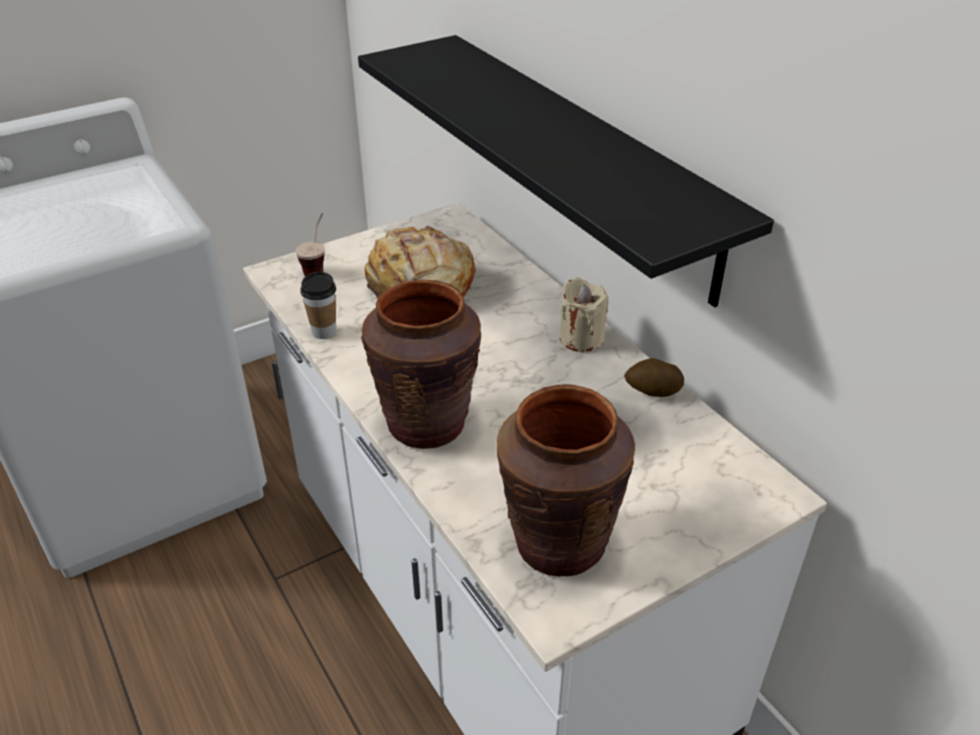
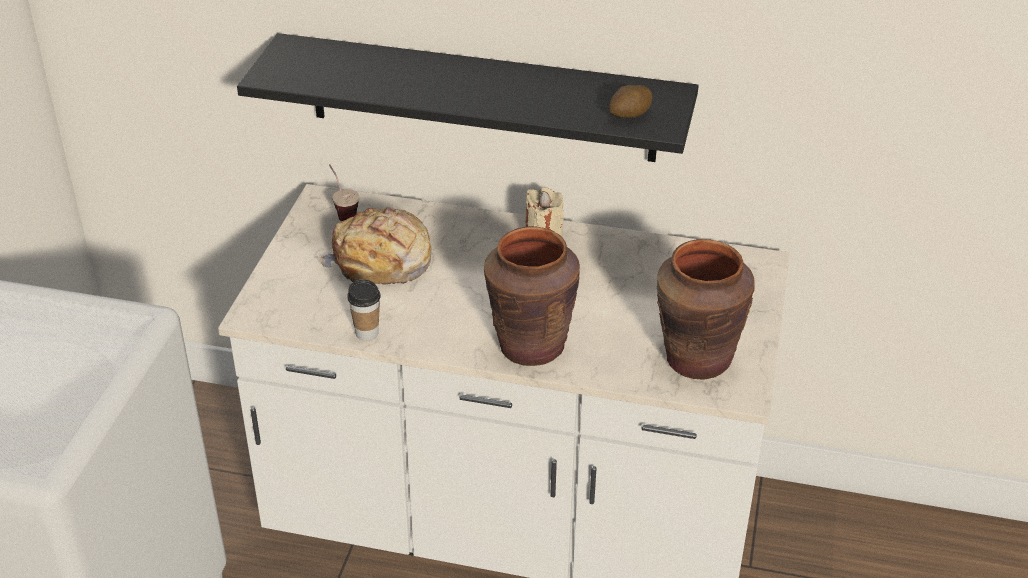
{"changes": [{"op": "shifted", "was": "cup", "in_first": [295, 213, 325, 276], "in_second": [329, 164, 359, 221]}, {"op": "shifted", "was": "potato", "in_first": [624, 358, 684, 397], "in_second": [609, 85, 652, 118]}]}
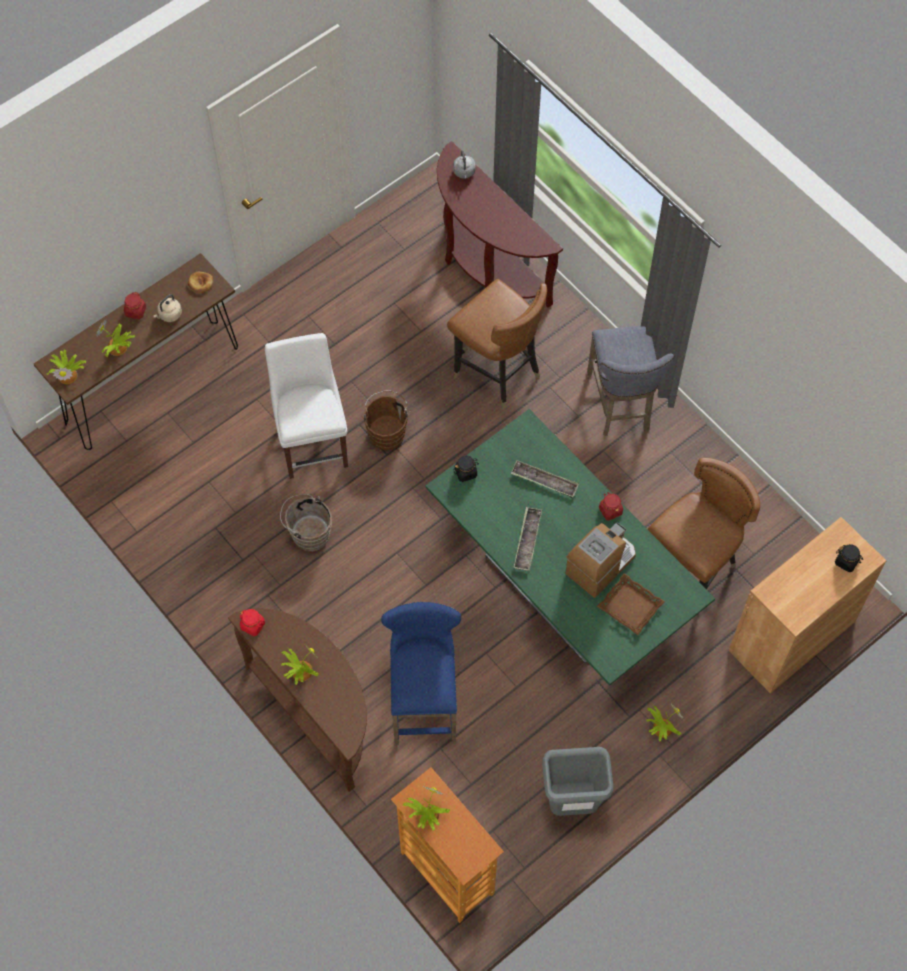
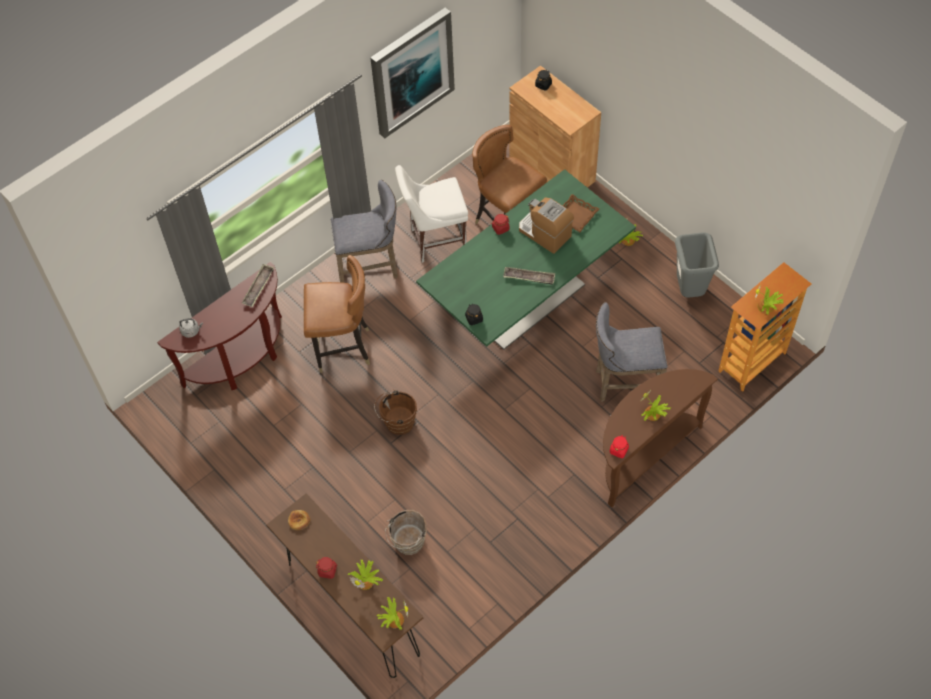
{"changes": [{"op": "gone", "was": "kettle (beige-coloured)", "in_first": [153, 294, 182, 322]}, {"op": "shifted", "was": "chair (white)", "in_first": [265, 333, 348, 479], "in_second": [395, 165, 468, 263]}, {"op": "shifted", "was": "bucket (brownish)", "in_first": [280, 494, 332, 552], "in_second": [385, 510, 427, 555]}, {"op": "repainted", "was": "stool (blue)", "now": "stool (greyish)", "in_first": [381, 602, 461, 745], "in_second": [596, 302, 668, 402]}, {"op": "rotated", "was": "chair (brownish)", "in_first": [447, 279, 547, 410], "in_second": [304, 255, 370, 373], "clockwise": 45}, {"op": "shifted", "was": "tray", "in_first": [511, 460, 579, 498], "in_second": [242, 264, 274, 307]}, {"op": "new", "now": "wall picture", "in_second": [370, 8, 455, 138]}]}
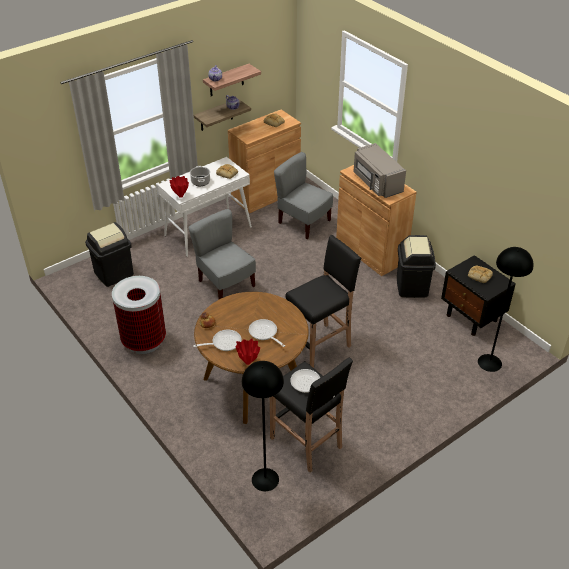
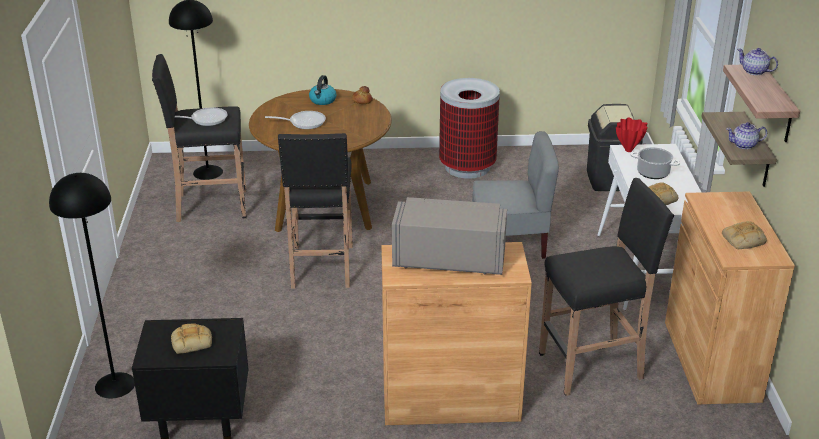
{"changes": [{"op": "swapped", "was": "pan", "now": "kettle", "in_first": [193, 330, 242, 351], "in_second": [309, 75, 337, 105]}, {"op": "gone", "was": "decorative vase (red-coloured)", "in_first": [236, 339, 260, 365]}, {"op": "swapped", "was": "chair (greyish)", "now": "stool (black)", "in_first": [274, 152, 333, 239], "in_second": [539, 178, 674, 396]}, {"op": "gone", "was": "waste bin (black)", "in_first": [397, 235, 436, 298]}]}
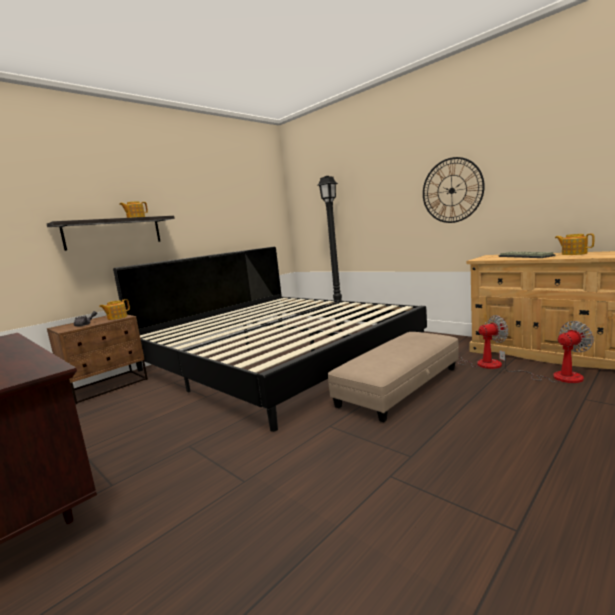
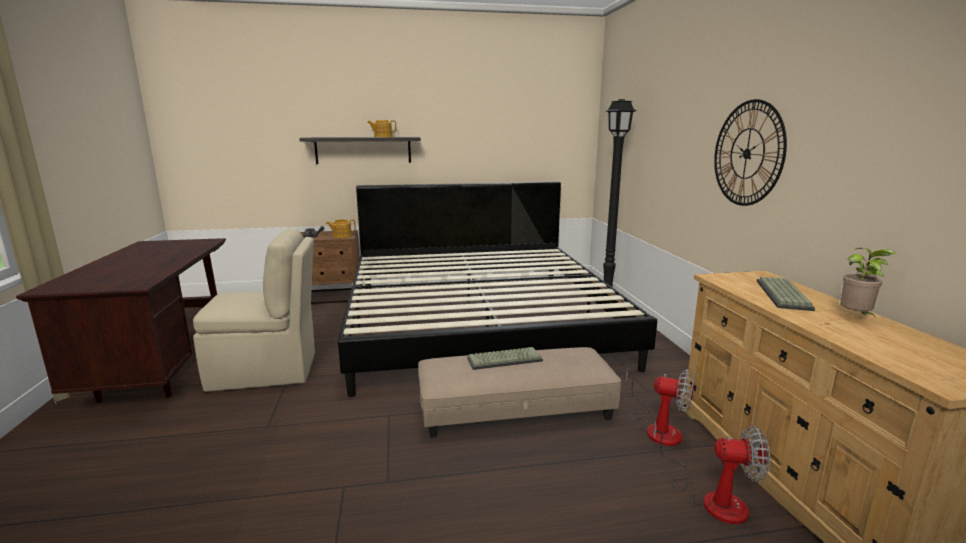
{"changes": [{"op": "swapped", "was": "tea pot", "now": "plant in a pot", "in_first": [555, 234, 594, 255], "in_second": [840, 248, 896, 315]}, {"op": "new", "now": "chair (beige-coloured)", "in_second": [193, 228, 315, 392]}, {"op": "new", "now": "keyboard", "in_second": [467, 347, 543, 370]}]}
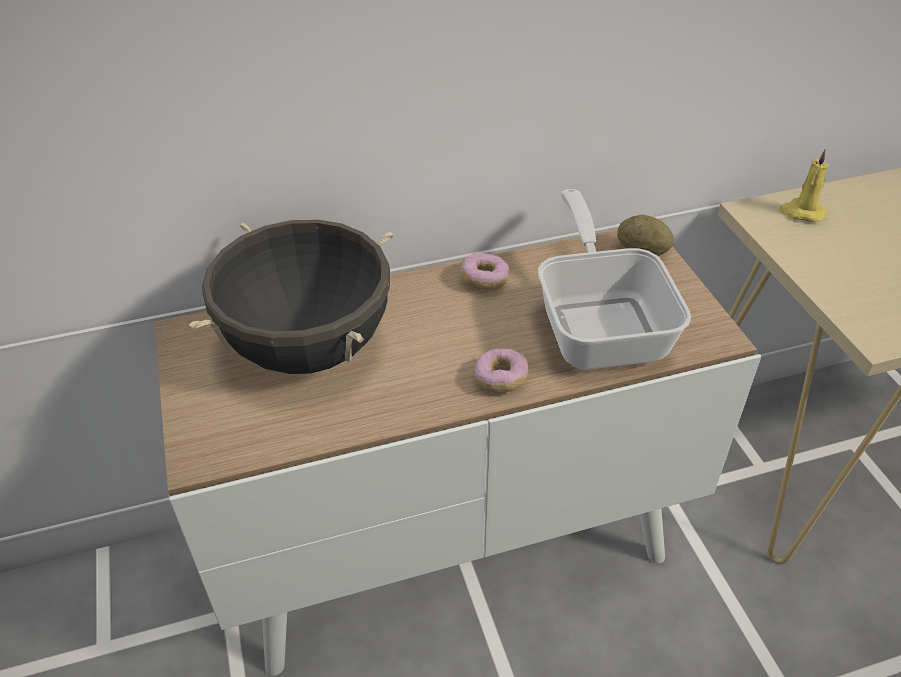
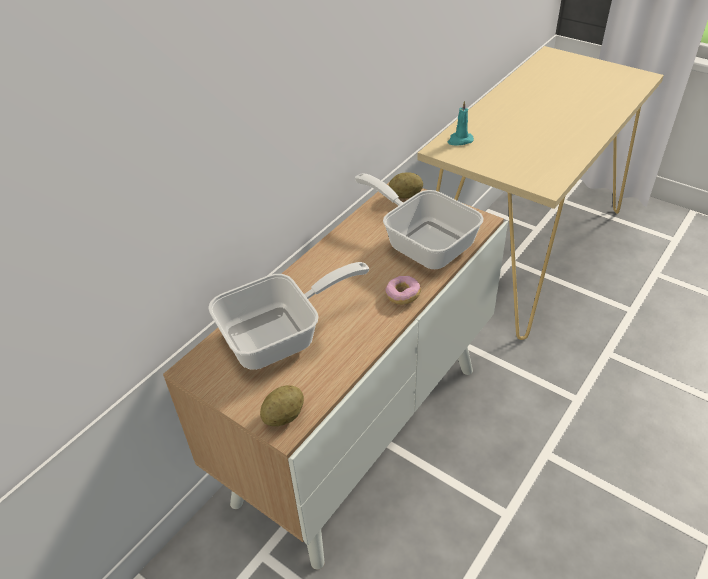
{"changes": [{"op": "swapped", "was": "stockpot (black)", "now": "pan", "in_first": [189, 219, 393, 374], "in_second": [208, 262, 369, 370]}, {"op": "gone", "was": "ring doughnut", "in_first": [460, 253, 509, 290]}, {"op": "repainted", "was": "wax candle (yellowish)", "now": "wax candle (blue-green)", "in_first": [779, 150, 829, 222], "in_second": [448, 101, 474, 145]}, {"op": "new", "now": "potato", "in_second": [260, 385, 304, 427]}]}
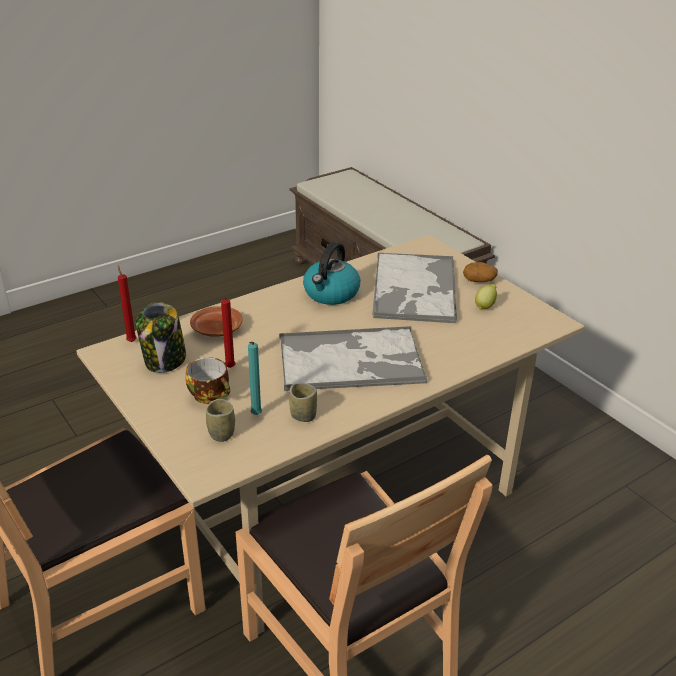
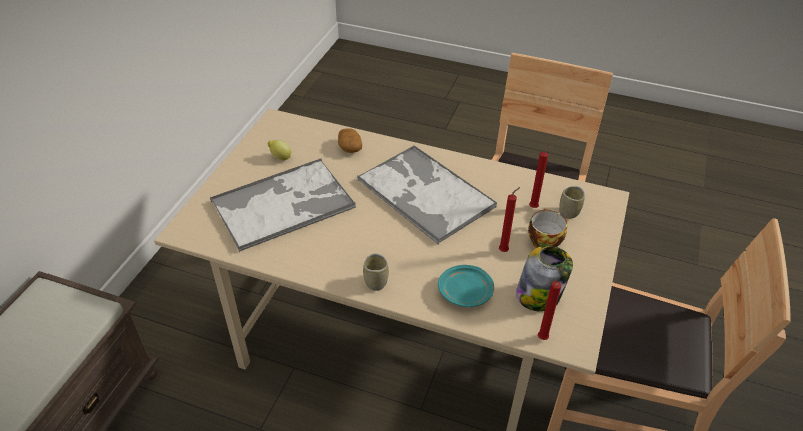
{"changes": [{"op": "repainted", "was": "dinner plate (brownish)", "now": "dinner plate (blue-green)", "in_first": [190, 306, 243, 336], "in_second": [438, 265, 494, 307]}, {"op": "repainted", "was": "wax candle (blue-green)", "now": "wax candle (red-coloured)", "in_first": [248, 342, 262, 415], "in_second": [529, 145, 553, 208]}, {"op": "shifted", "was": "cup", "in_first": [289, 383, 317, 422], "in_second": [363, 253, 389, 291]}, {"op": "gone", "was": "kettle", "in_first": [303, 242, 360, 305]}, {"op": "shifted", "was": "potato", "in_first": [463, 262, 498, 282], "in_second": [338, 128, 362, 153]}]}
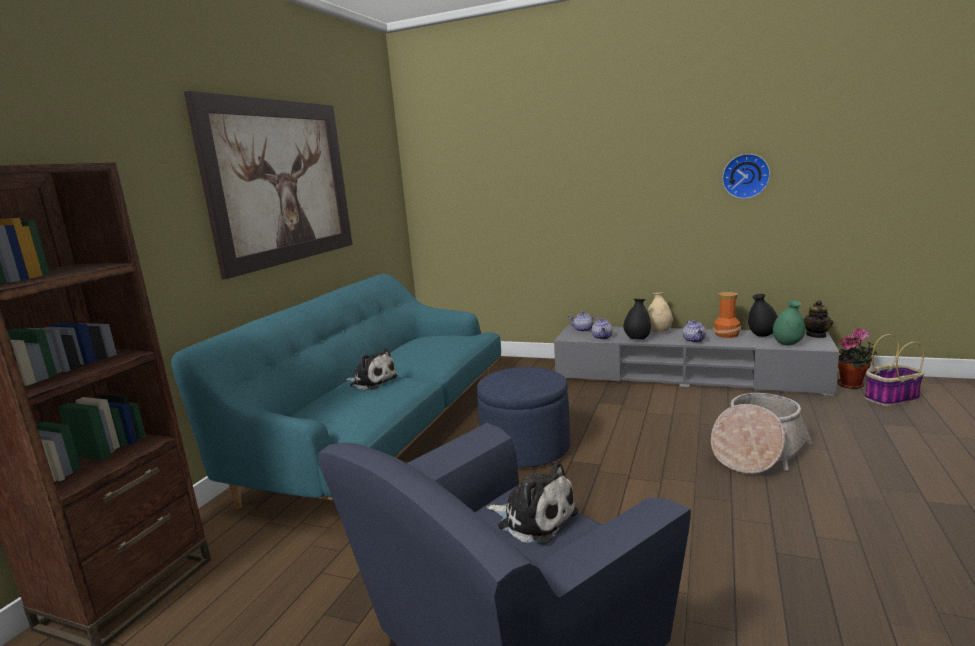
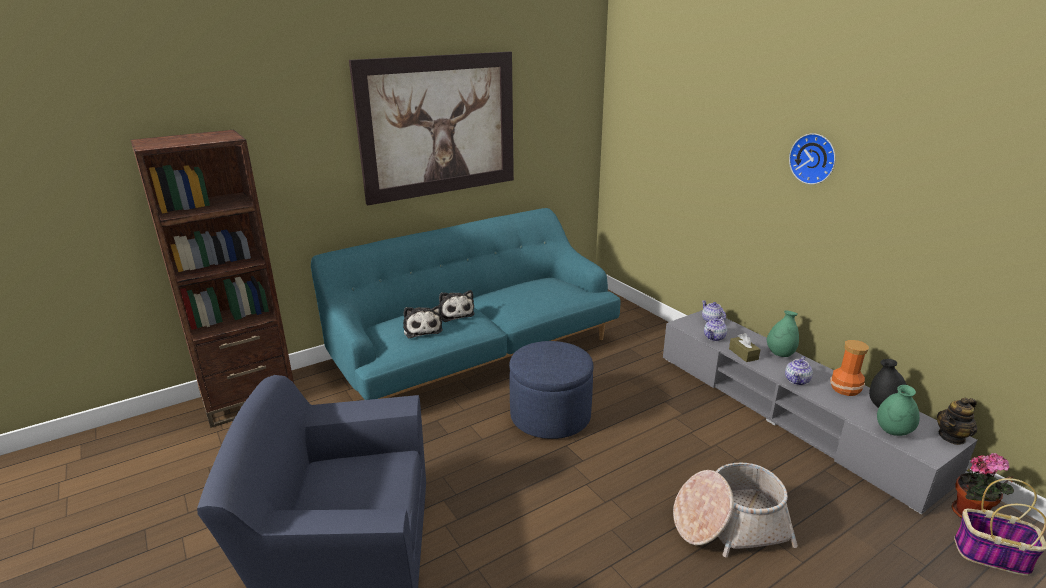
{"changes": [{"op": "shifted", "was": "soft toy", "in_first": [487, 461, 578, 545], "in_second": [403, 306, 443, 338]}, {"op": "swapped", "was": "decorative vase (black)", "now": "tissue box (brownish)", "in_first": [623, 299, 651, 340], "in_second": [729, 333, 761, 362]}, {"op": "repainted", "was": "decorative vase (beige-coloured)", "now": "decorative vase (green)", "in_first": [648, 292, 673, 332], "in_second": [767, 310, 799, 357]}, {"op": "shifted", "was": "hanging clock", "in_first": [722, 154, 770, 199], "in_second": [789, 133, 836, 184]}]}
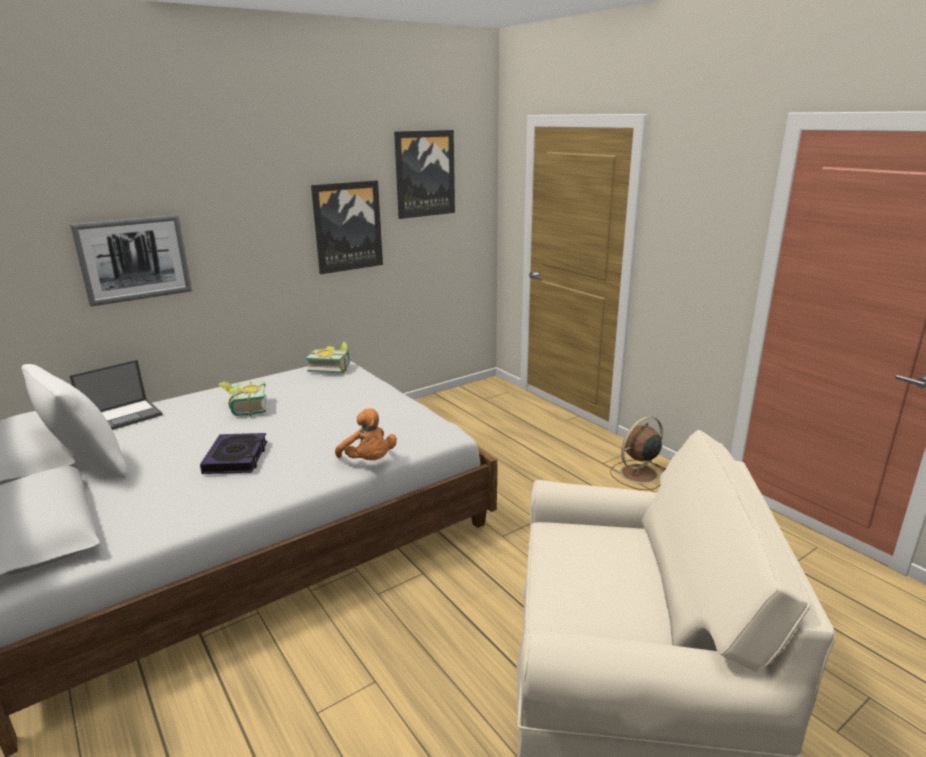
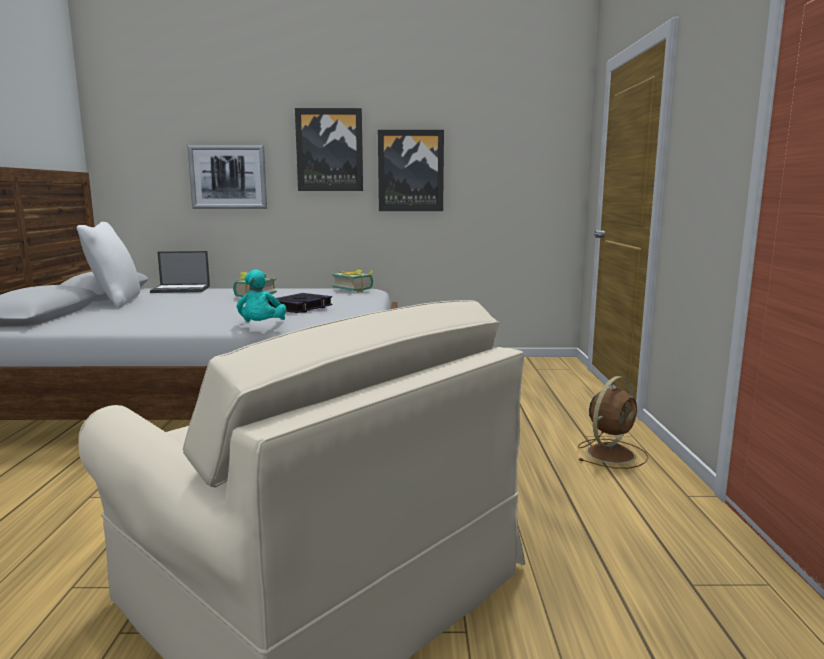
{"changes": [{"op": "shifted", "was": "book", "in_first": [200, 433, 267, 474], "in_second": [268, 293, 332, 313]}, {"op": "repainted", "was": "soft toy (orange)", "now": "soft toy (blue-green)", "in_first": [335, 408, 397, 460], "in_second": [237, 270, 287, 322]}, {"op": "shifted", "was": "wall picture", "in_first": [394, 130, 455, 219], "in_second": [295, 108, 363, 191]}, {"op": "rotated", "was": "cooling fan (brownish)", "in_first": [610, 416, 666, 490], "in_second": [578, 376, 649, 469], "clockwise": 135}]}
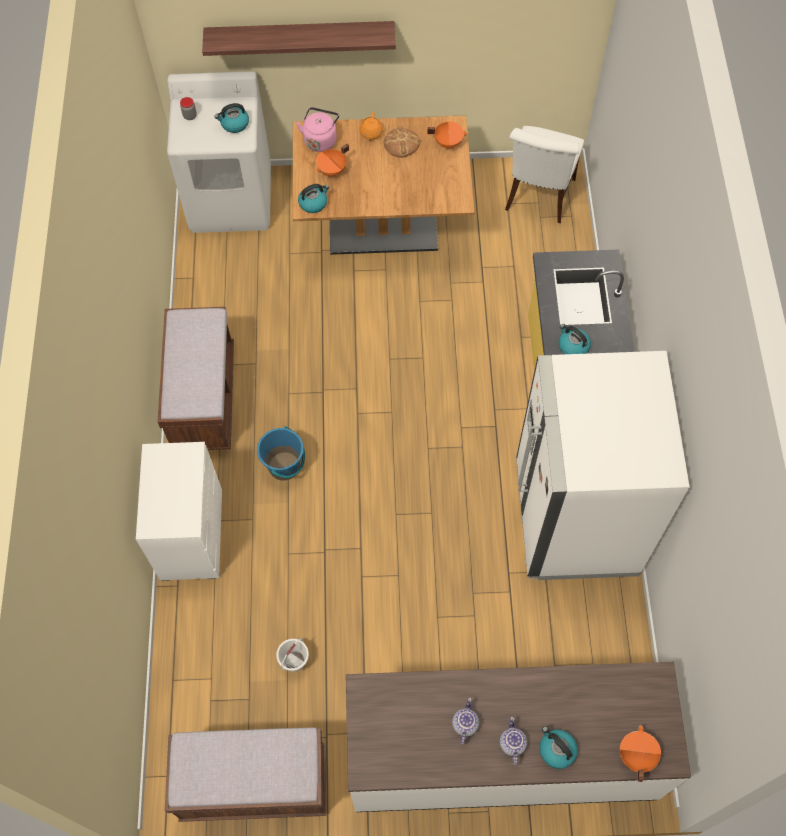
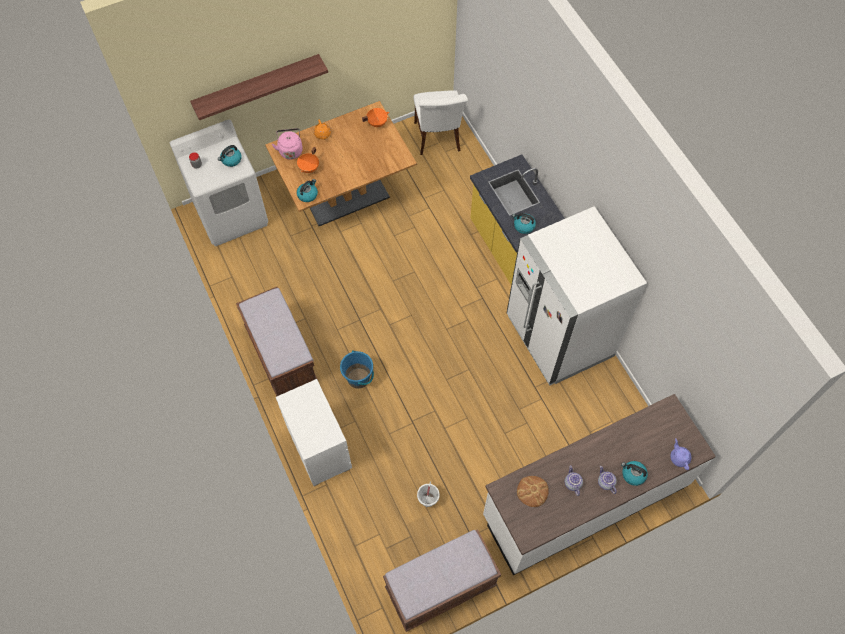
{"changes": [{"op": "shifted", "was": "baked bread", "in_first": [384, 126, 420, 158], "in_second": [517, 476, 549, 507]}, {"op": "swapped", "was": "stockpot (orange)", "now": "tea pot (purple-coloured)", "in_first": [620, 725, 661, 782], "in_second": [670, 438, 691, 470]}]}
